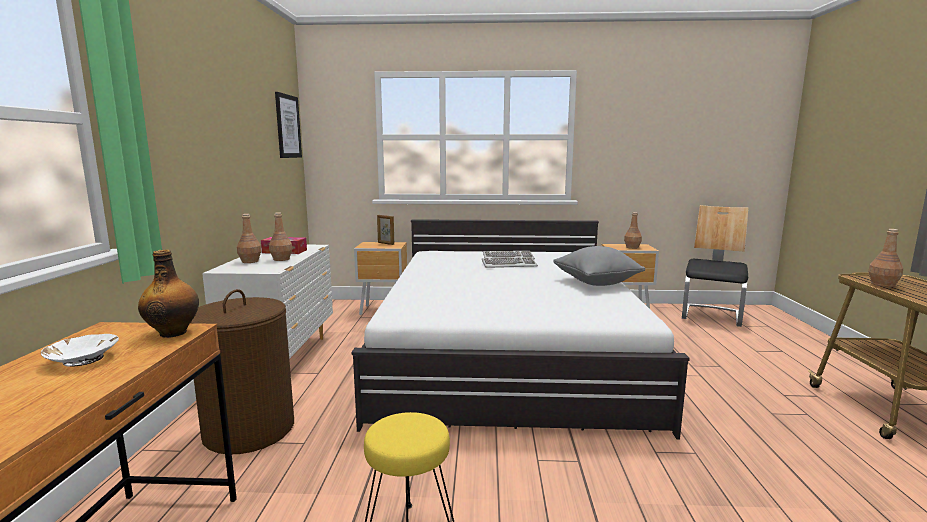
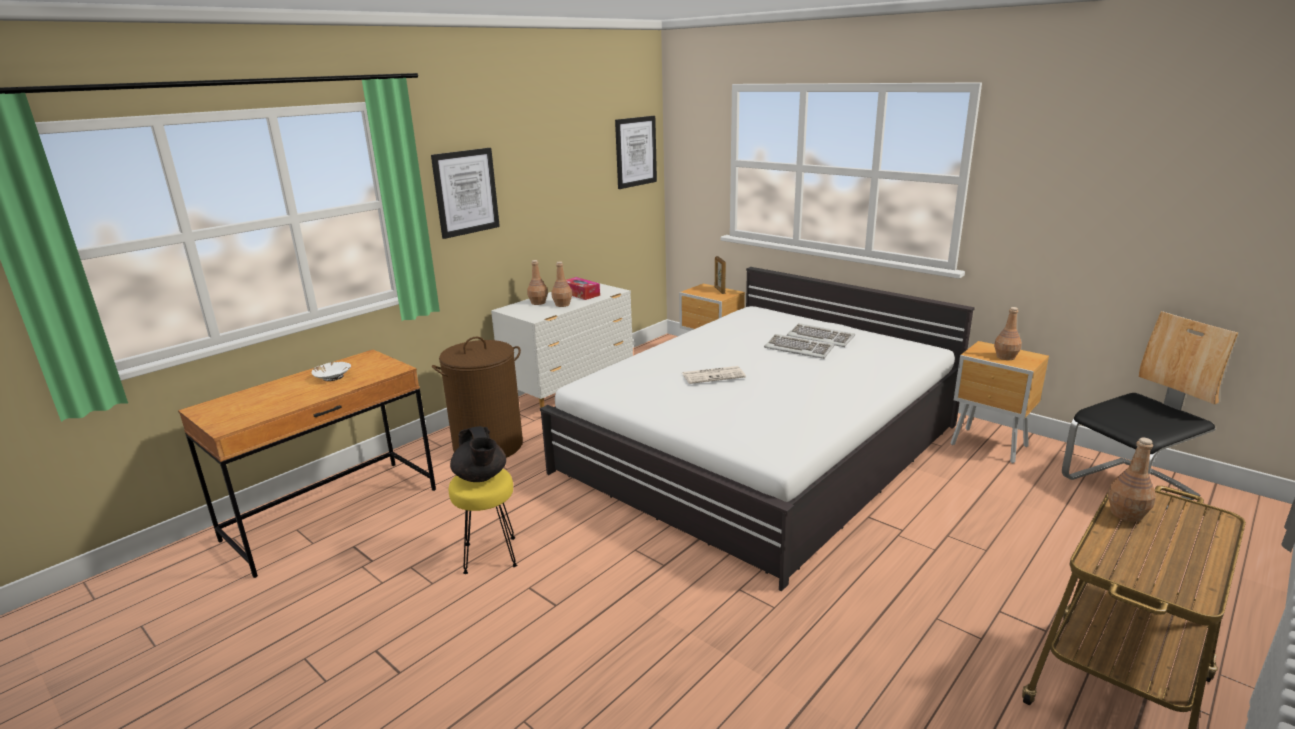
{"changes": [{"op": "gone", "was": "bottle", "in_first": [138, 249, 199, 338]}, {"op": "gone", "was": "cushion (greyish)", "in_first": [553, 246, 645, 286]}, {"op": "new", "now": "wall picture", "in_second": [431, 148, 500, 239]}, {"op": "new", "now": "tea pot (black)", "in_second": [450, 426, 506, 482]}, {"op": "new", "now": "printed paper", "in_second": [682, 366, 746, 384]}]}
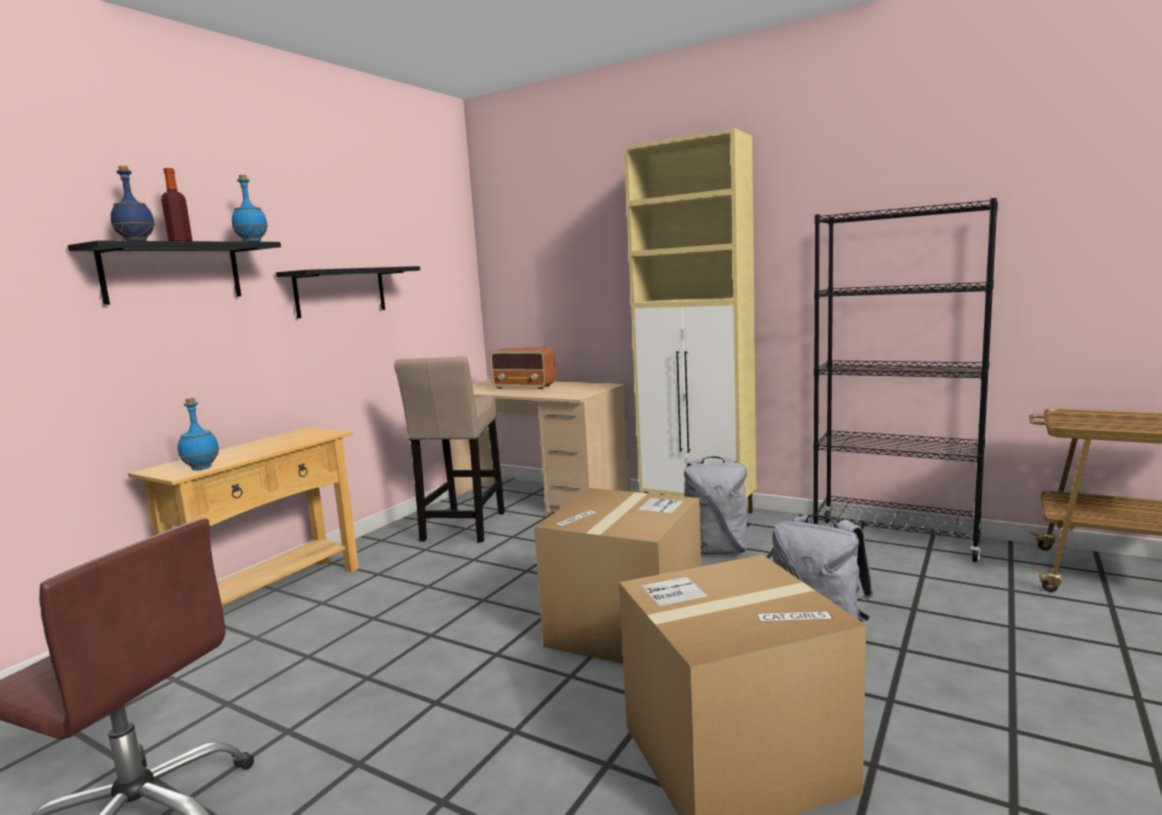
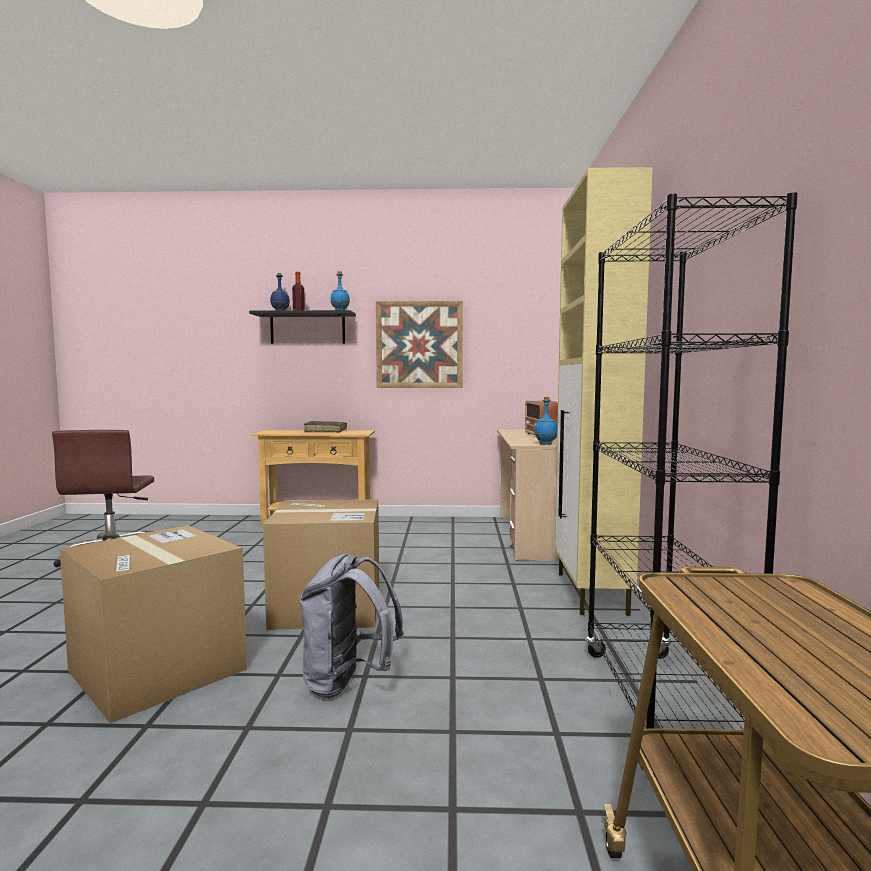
{"changes": [{"op": "shifted", "was": "bottle (blue)", "in_first": [178, 398, 219, 470], "in_second": [534, 397, 557, 445]}, {"op": "swapped", "was": "shelf (black)", "now": "wall picture", "in_first": [276, 266, 420, 318], "in_second": [376, 301, 463, 388]}, {"op": "gone", "was": "stool (beige-coloured)", "in_first": [394, 356, 505, 542]}, {"op": "gone", "was": "knapsack (greyish)", "in_first": [684, 456, 750, 555]}, {"op": "new", "now": "book (brownish)", "in_second": [304, 421, 347, 433]}]}
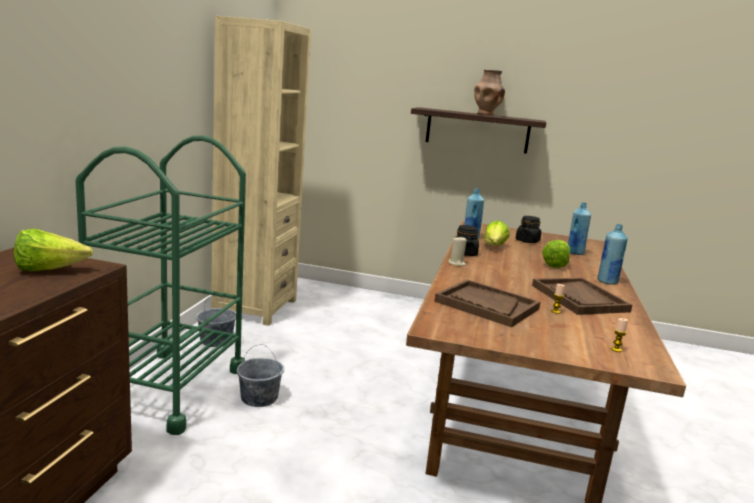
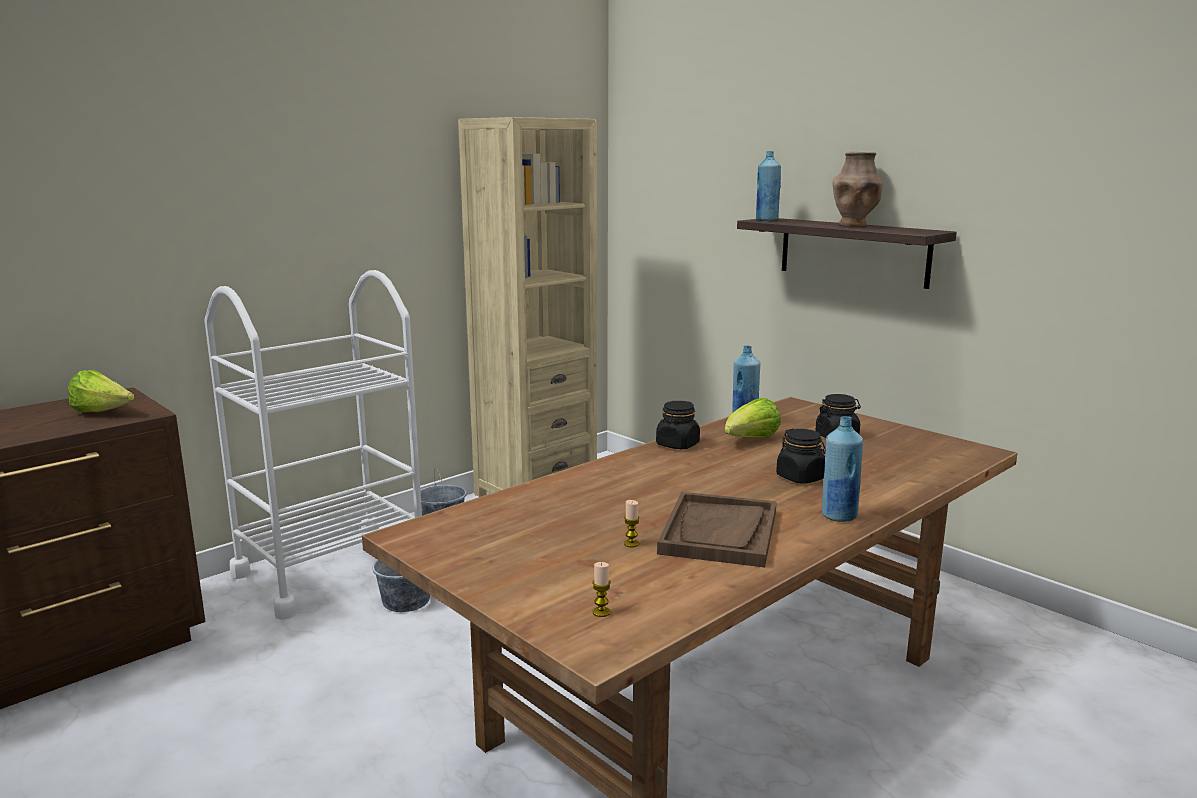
{"changes": [{"op": "repainted", "was": "wheeled cart (green)", "now": "wheeled cart (white)", "in_first": [75, 135, 246, 435], "in_second": [204, 270, 422, 620]}, {"op": "gone", "was": "tray (brownish)", "in_first": [435, 280, 540, 327]}, {"op": "gone", "was": "wax candle (beige-coloured)", "in_first": [448, 236, 467, 266]}, {"op": "swapped", "was": "lettuce head", "now": "preserve jar (black)", "in_first": [542, 240, 570, 268], "in_second": [776, 429, 826, 484]}, {"op": "shifted", "was": "bottle (blue)", "in_first": [568, 202, 591, 255], "in_second": [756, 151, 781, 221]}]}
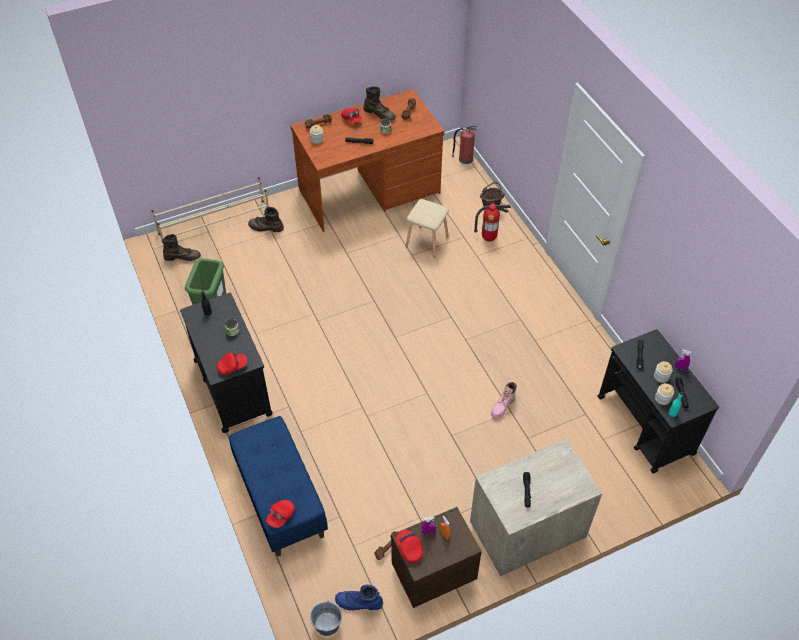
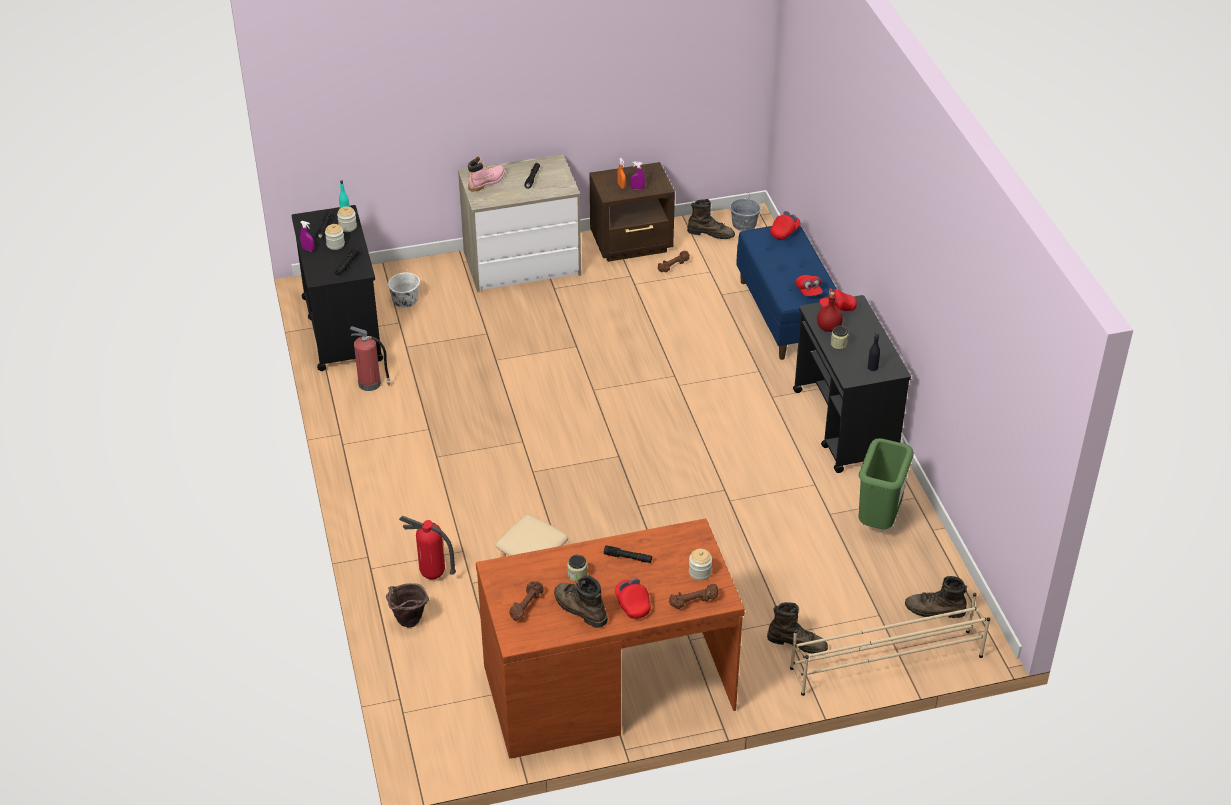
{"changes": [{"op": "repainted", "was": "tall boot (blue)", "now": "tall boot (brownish)", "in_first": [335, 584, 383, 610], "in_second": [687, 199, 735, 239]}, {"op": "shifted", "was": "cap (red-coloured)", "in_first": [396, 530, 423, 563], "in_second": [795, 275, 823, 296]}, {"op": "shifted", "was": "fire extinguisher", "in_first": [452, 124, 478, 164], "in_second": [350, 326, 391, 391]}, {"op": "shifted", "was": "tall boot (pink-coloured)", "in_first": [491, 382, 516, 419], "in_second": [468, 156, 505, 192]}, {"op": "new", "now": "bucket (white)", "in_second": [388, 267, 420, 308]}, {"op": "new", "now": "bottle (red-coloured)", "in_second": [817, 292, 843, 332]}]}
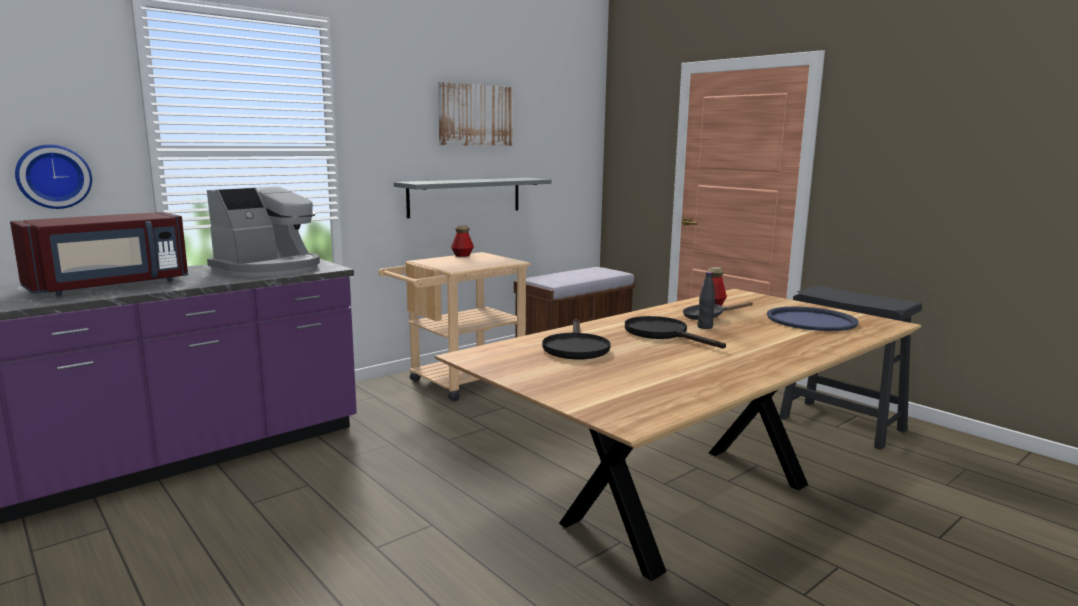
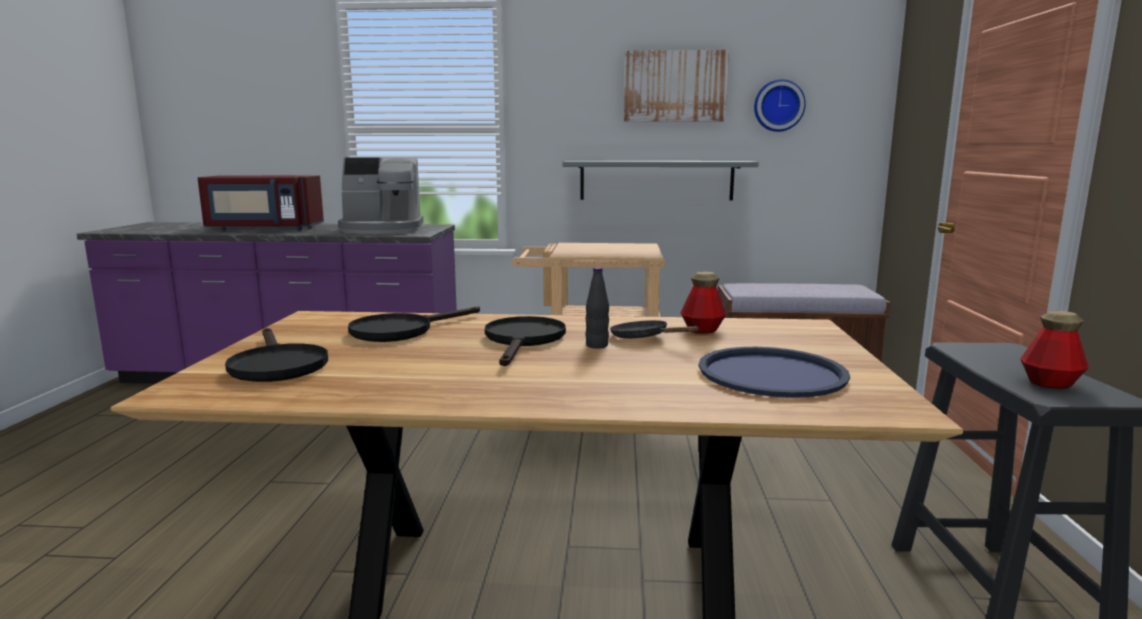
{"changes": [{"op": "shifted", "was": "hanging clock", "in_first": [15, 144, 92, 209], "in_second": [754, 79, 806, 132]}, {"op": "shifted", "was": "bottle", "in_first": [451, 226, 474, 257], "in_second": [1020, 311, 1089, 389]}, {"op": "new", "now": "pan (black)", "in_second": [225, 328, 328, 382]}]}
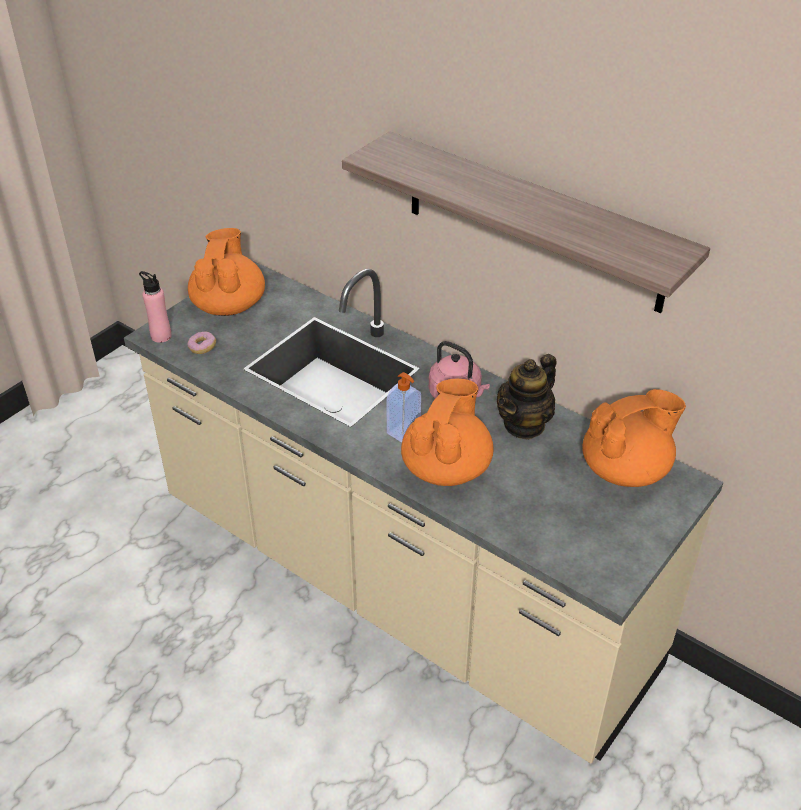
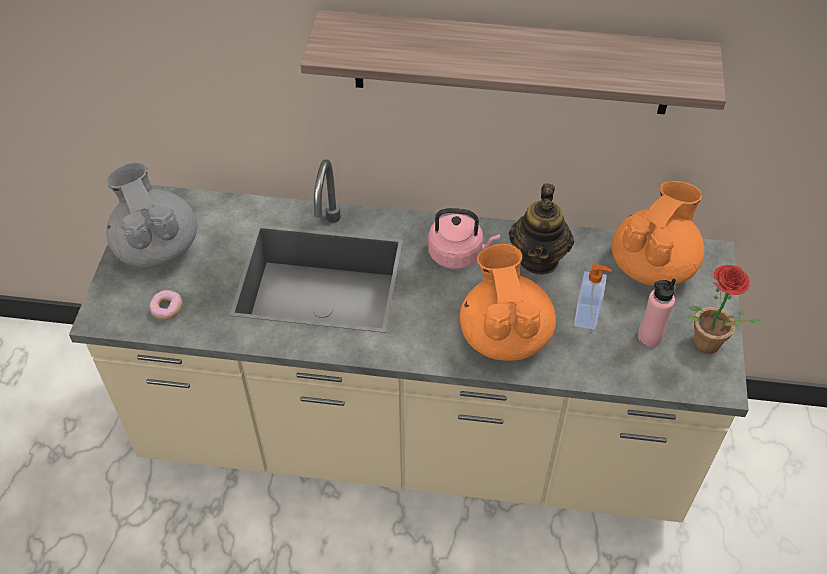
{"changes": [{"op": "shifted", "was": "bottle (pink-coloured)", "in_first": [139, 271, 171, 343], "in_second": [638, 279, 676, 347]}, {"op": "repainted", "was": "tea pot (orange)", "now": "tea pot (greyish)", "in_first": [188, 228, 265, 316], "in_second": [106, 162, 197, 268]}, {"op": "shifted", "was": "liquid soap bottle", "in_first": [386, 372, 421, 442], "in_second": [574, 264, 612, 330]}, {"op": "new", "now": "plant in a pot", "in_second": [688, 265, 763, 354]}]}
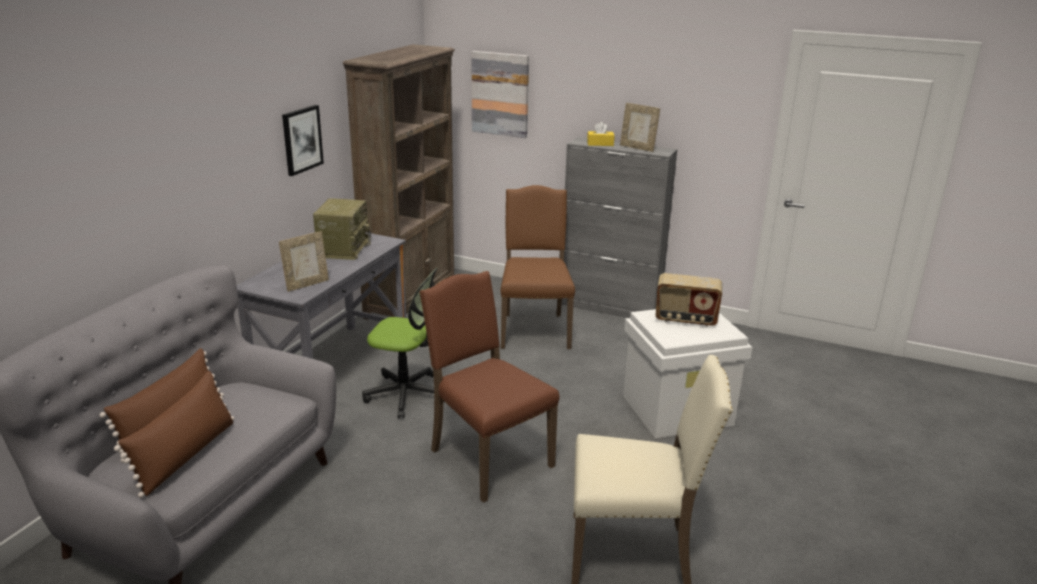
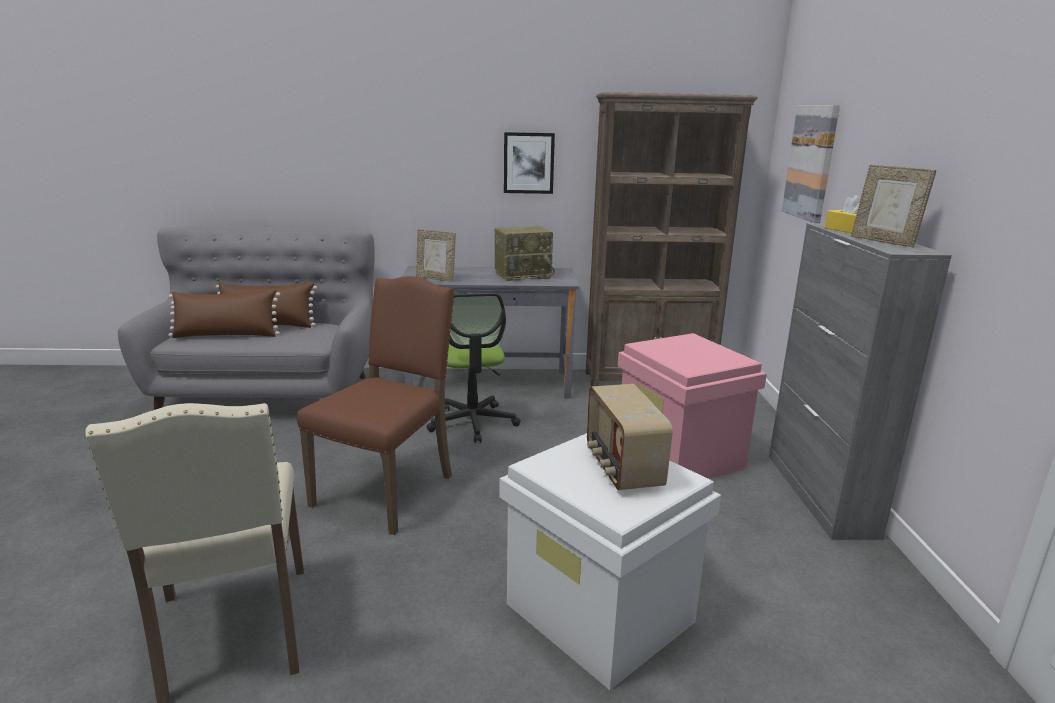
{"changes": [{"op": "swapped", "was": "chair (brownish)", "now": "storage container (pink-coloured)", "in_first": [501, 185, 575, 349], "in_second": [618, 333, 767, 479]}, {"op": "rotated", "was": "picture frame", "in_first": [620, 103, 660, 152], "in_second": [851, 165, 936, 248], "clockwise": -45}]}
